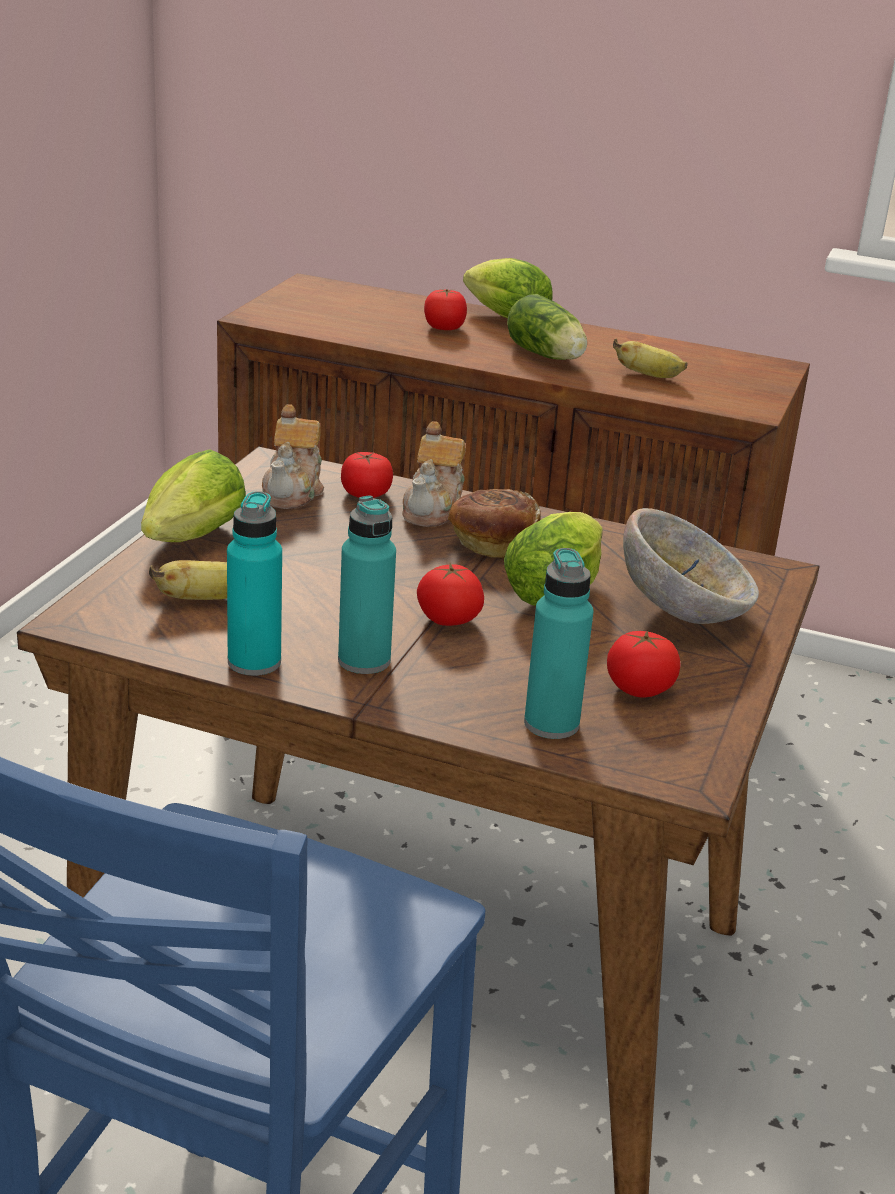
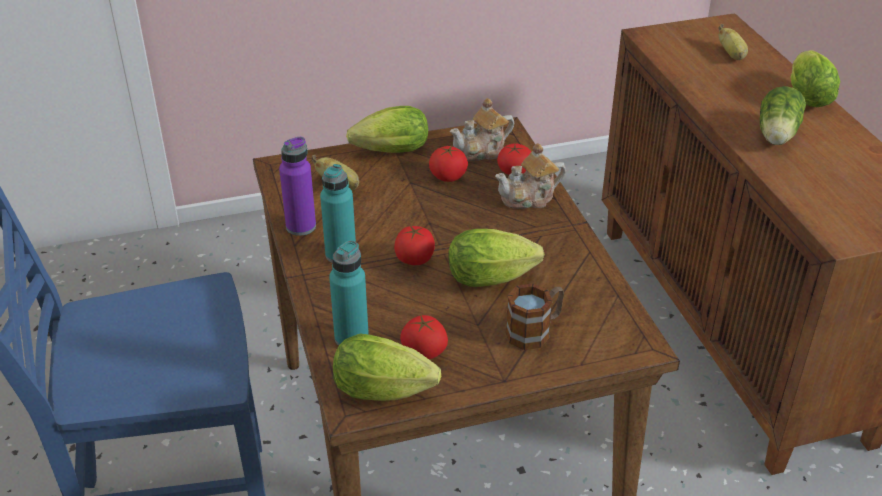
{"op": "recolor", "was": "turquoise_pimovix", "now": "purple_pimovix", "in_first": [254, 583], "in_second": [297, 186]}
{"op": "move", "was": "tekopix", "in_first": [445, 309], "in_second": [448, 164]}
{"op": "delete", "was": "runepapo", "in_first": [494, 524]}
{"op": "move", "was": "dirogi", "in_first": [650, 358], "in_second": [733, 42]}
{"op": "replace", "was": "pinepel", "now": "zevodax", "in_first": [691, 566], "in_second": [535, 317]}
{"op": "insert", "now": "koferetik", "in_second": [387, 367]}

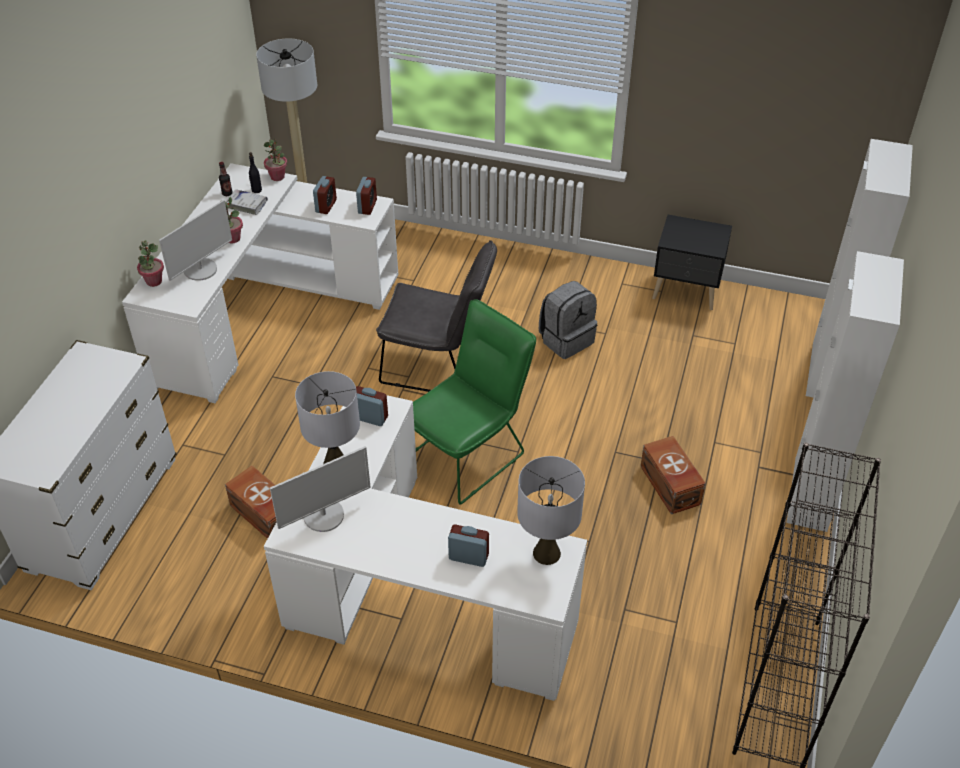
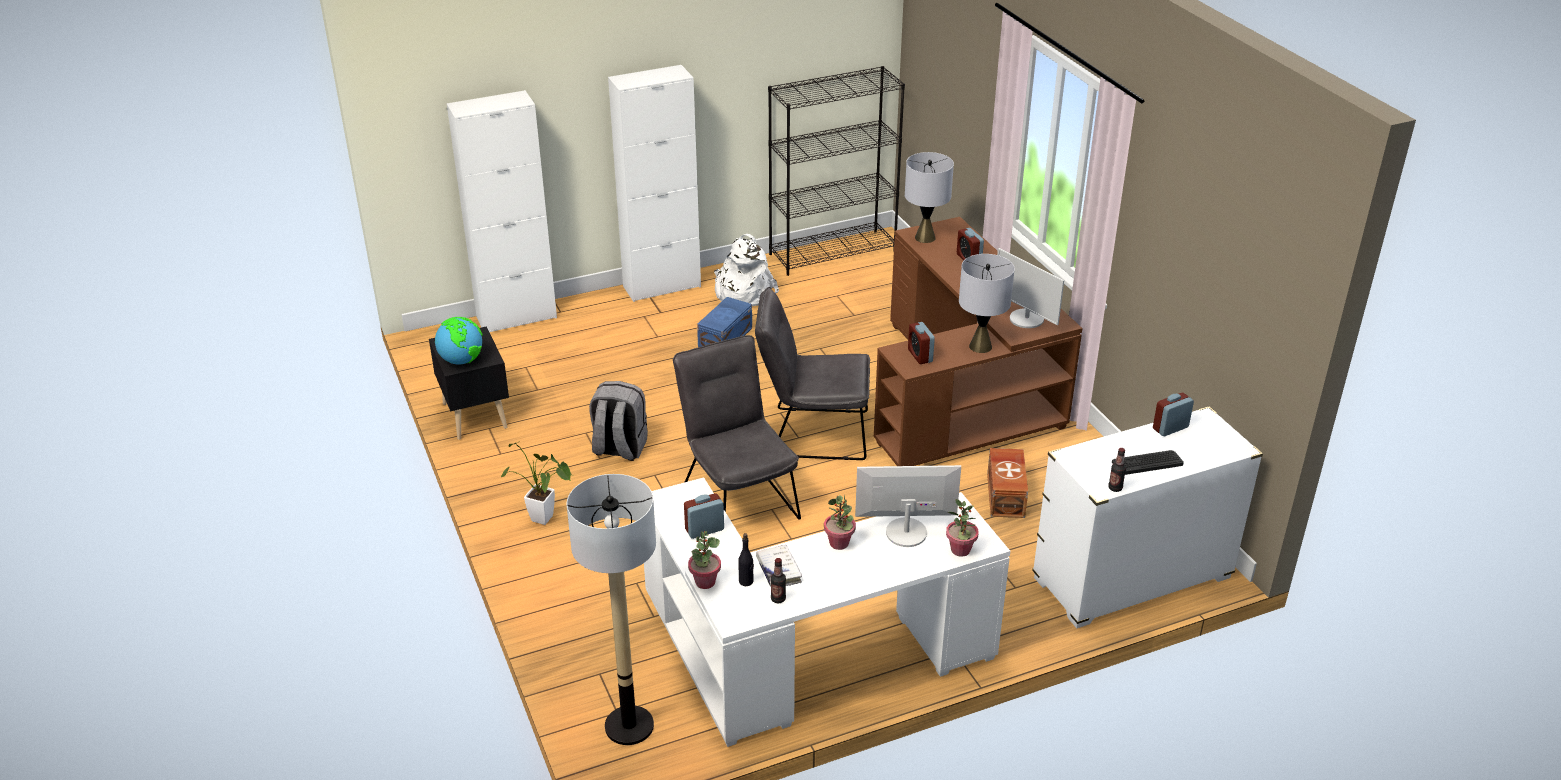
{"op": "recolor", "was": "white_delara", "now": "brown_delara", "in_first": [425, 548], "in_second": [978, 341]}
{"op": "rotate", "was": "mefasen", "in_first": [320, 489], "in_second": [1030, 288], "clockwise": -150}
{"op": "move", "was": "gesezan", "in_first": [366, 196], "in_second": [1173, 414]}
{"op": "recolor", "was": "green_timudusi", "now": "grey_timudusi", "in_first": [474, 401], "in_second": [812, 373]}
{"op": "recolor", "was": "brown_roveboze", "now": "blue_roveboze", "in_first": [673, 475], "in_second": [724, 322]}
{"op": "insert", "now": "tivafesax", "in_second": [459, 340]}
{"op": "insert", "now": "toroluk", "in_second": [537, 483]}
{"op": "insert", "now": "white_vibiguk", "in_second": [746, 270]}
{"op": "insert", "now": "pimovix", "in_second": [1117, 470]}
{"op": "insert", "now": "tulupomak", "in_second": [1148, 462]}

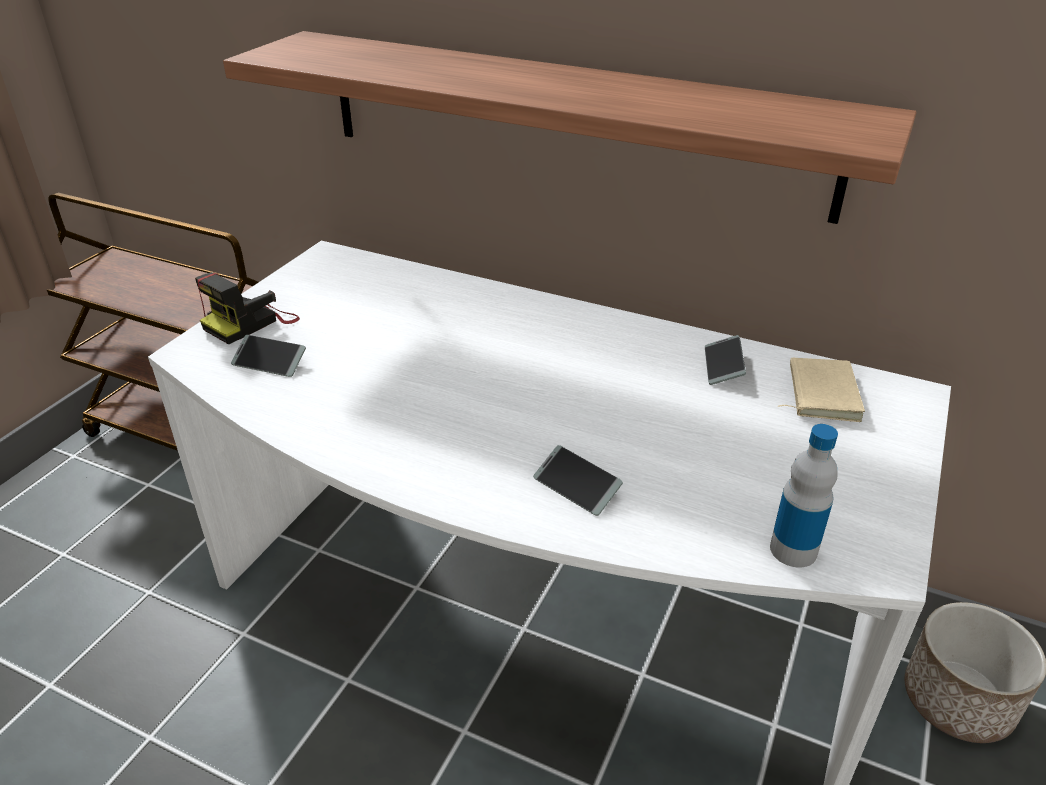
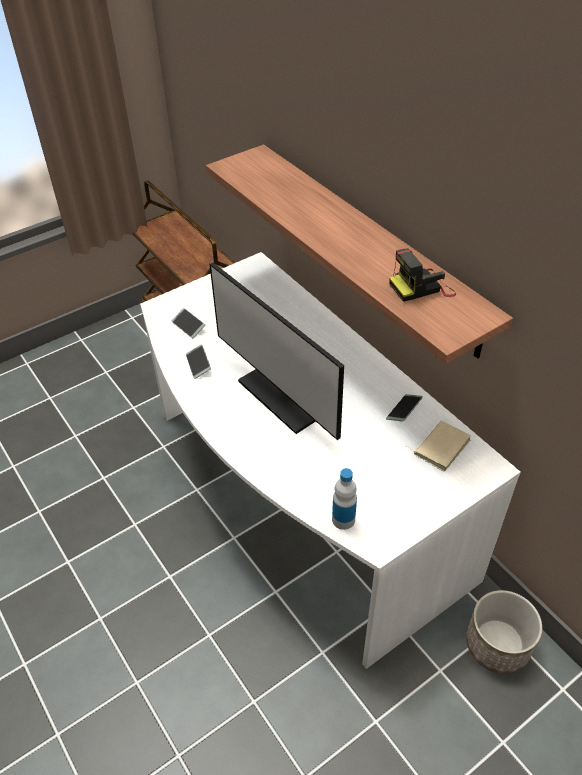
{"op": "move", "was": "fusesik", "in_first": [247, 308], "in_second": [422, 275]}
{"op": "move", "was": "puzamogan", "in_first": [578, 480], "in_second": [198, 361]}
{"op": "insert", "now": "mefasen", "in_second": [277, 351]}

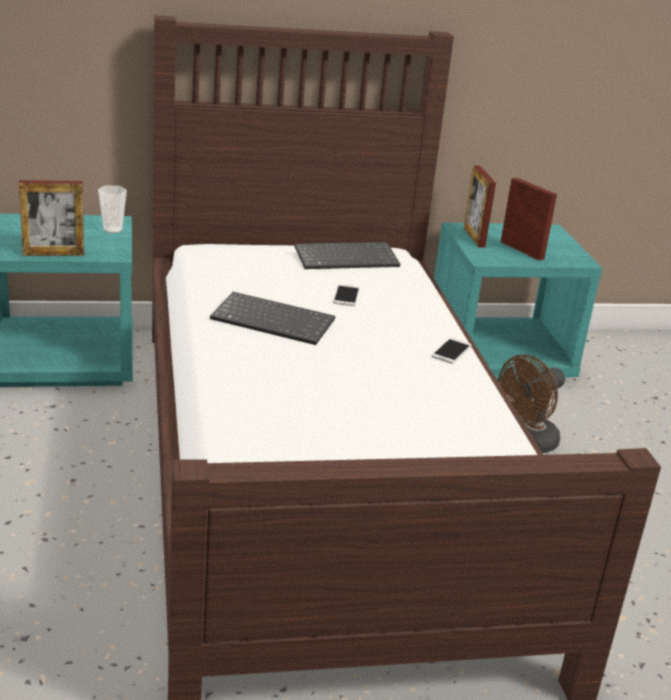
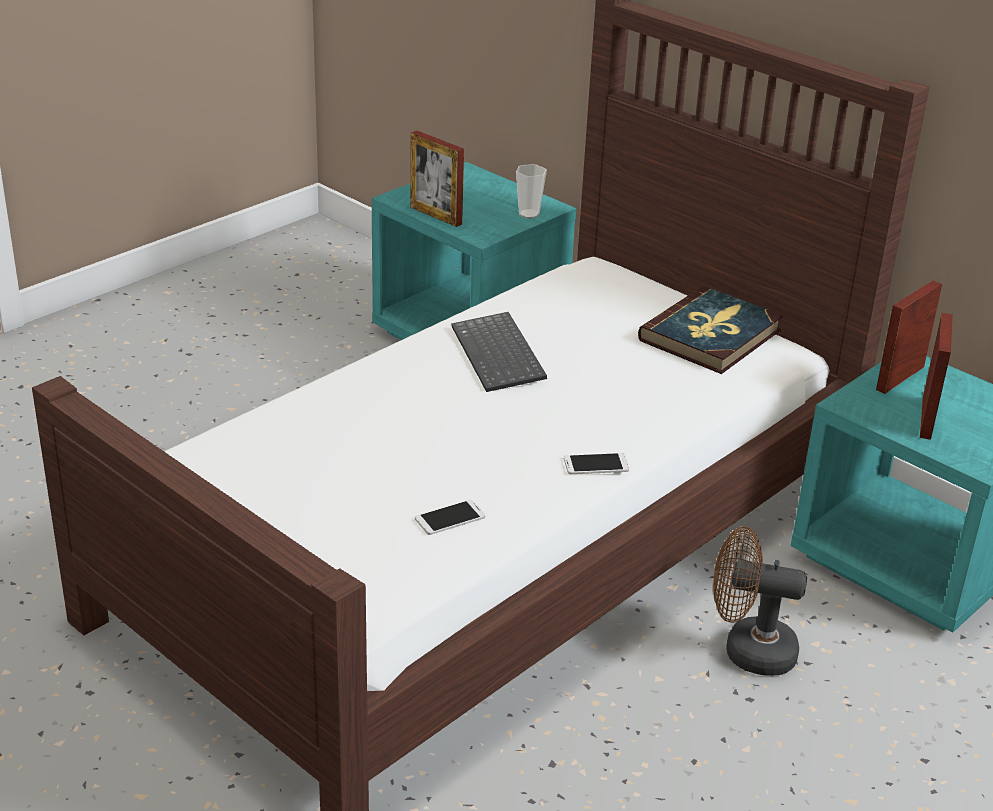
{"op": "replace", "was": "tulupomak", "now": "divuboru", "in_first": [347, 255], "in_second": [710, 330]}
{"op": "move", "was": "puzamogan", "in_first": [346, 295], "in_second": [450, 517]}

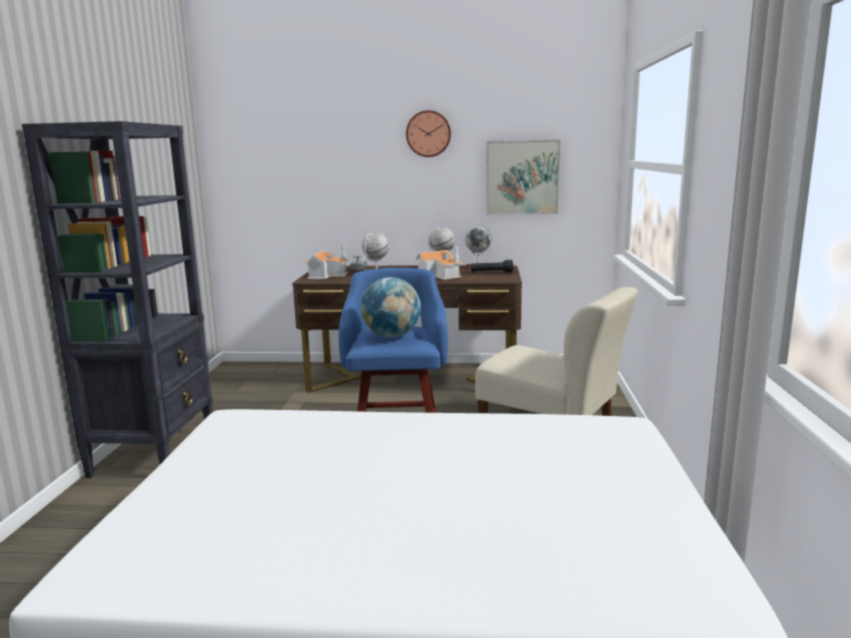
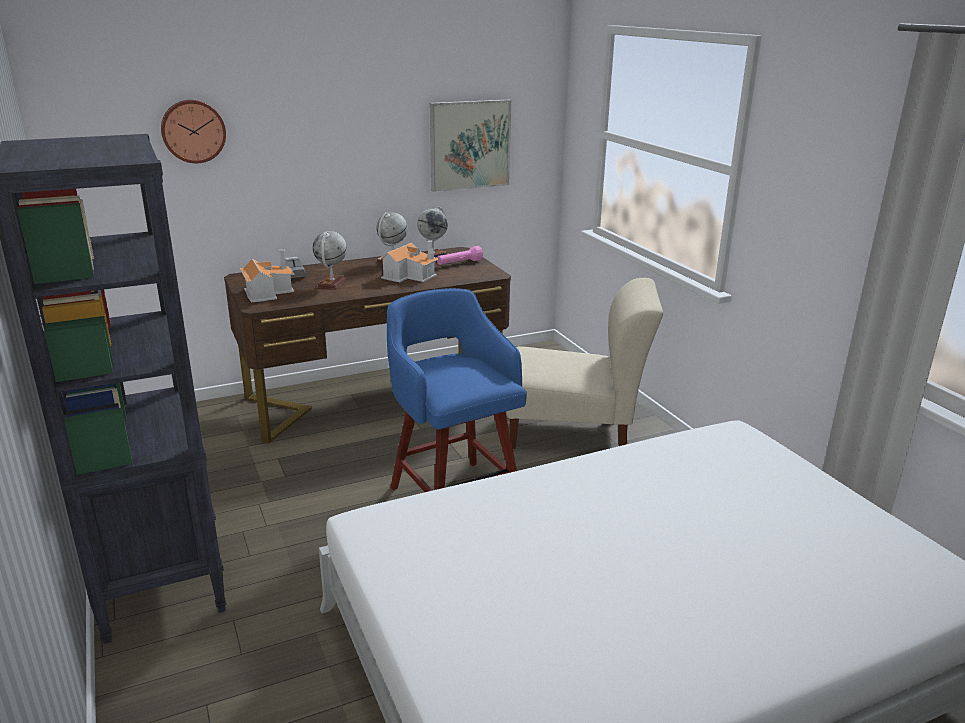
{"op": "delete", "was": "tivafesax", "in_first": [390, 307]}
{"op": "move", "was": "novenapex", "in_first": [428, 133], "in_second": [193, 131]}
{"op": "recolor", "was": "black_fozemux", "now": "pink_fozemux", "in_first": [492, 266], "in_second": [460, 255]}

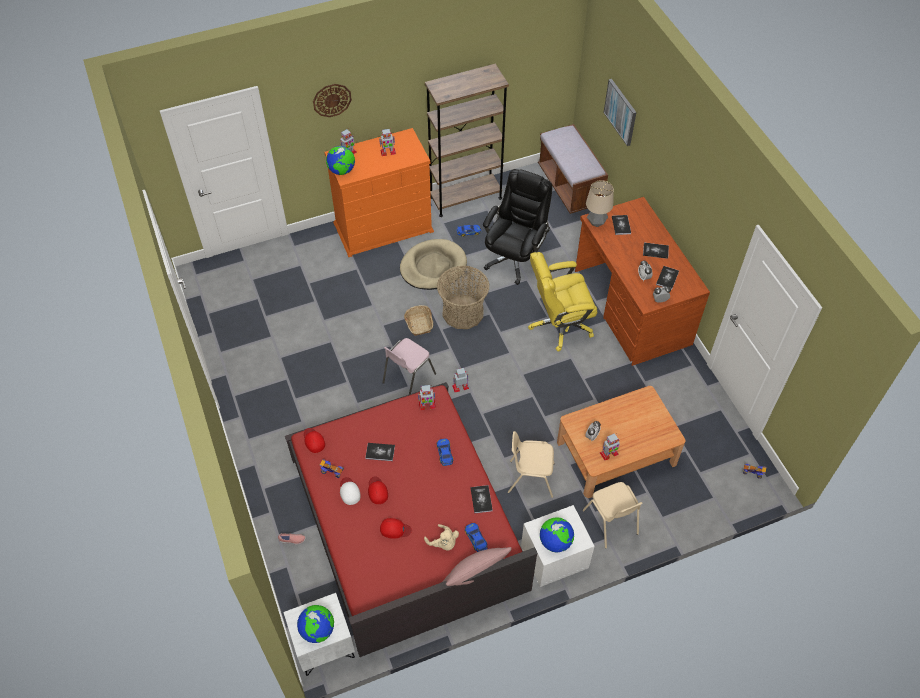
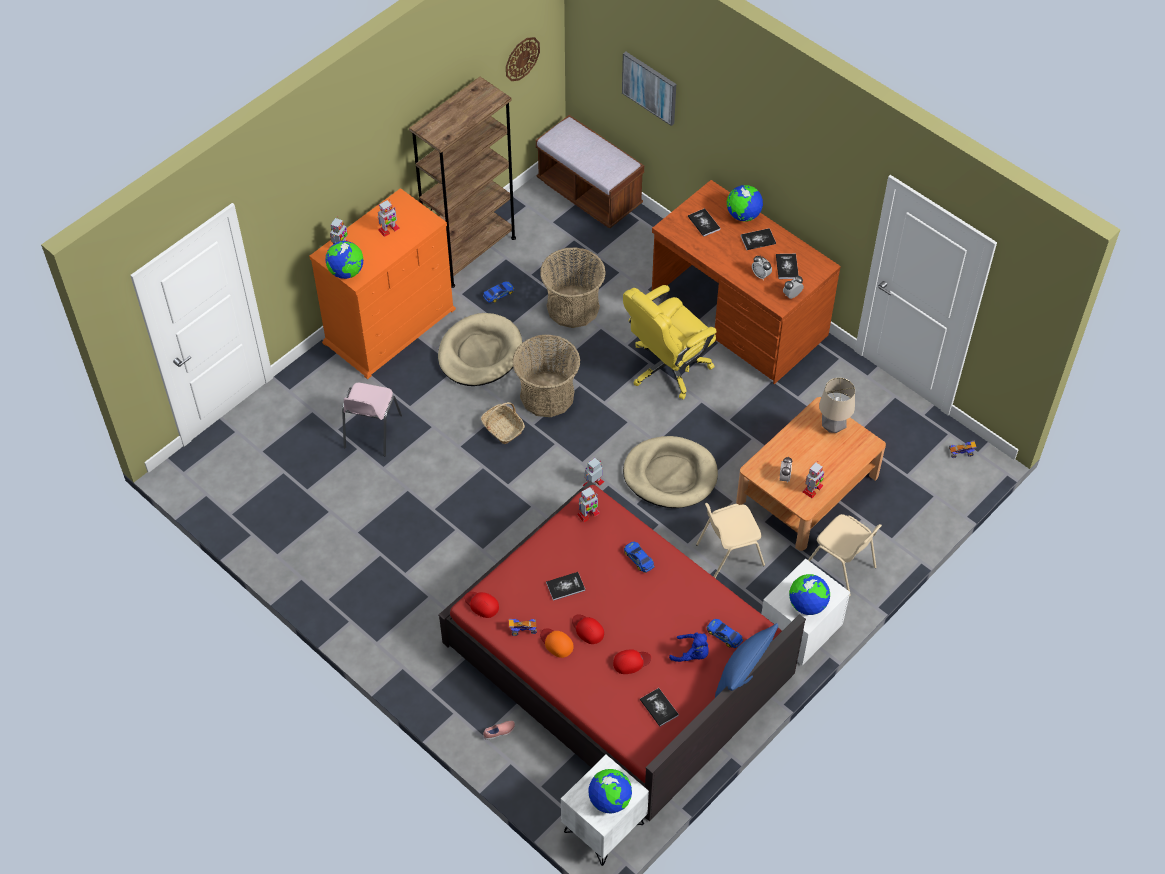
{"op": "move", "was": "novenapex", "in_first": [332, 100], "in_second": [523, 59]}
{"op": "recolor", "was": "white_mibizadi", "now": "orange_mibizadi", "in_first": [350, 491], "in_second": [556, 643]}
{"op": "move", "was": "pink_timudusi", "in_first": [409, 366], "in_second": [372, 419]}
{"op": "recolor", "was": "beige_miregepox", "now": "blue_miregepox", "in_first": [441, 537], "in_second": [689, 647]}
{"op": "recolor", "was": "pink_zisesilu", "now": "blue_zisesilu", "in_first": [477, 566], "in_second": [746, 660]}
{"op": "move", "was": "divuboru", "in_first": [481, 499], "in_second": [659, 707]}
{"op": "replace", "was": "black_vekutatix", "now": "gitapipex", "in_first": [517, 227], "in_second": [573, 287]}
{"op": "move", "was": "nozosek", "in_first": [600, 203], "in_second": [837, 405]}
{"op": "insert", "now": "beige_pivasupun", "in_second": [670, 472]}
{"op": "insert", "now": "tivafesax", "in_second": [745, 203]}

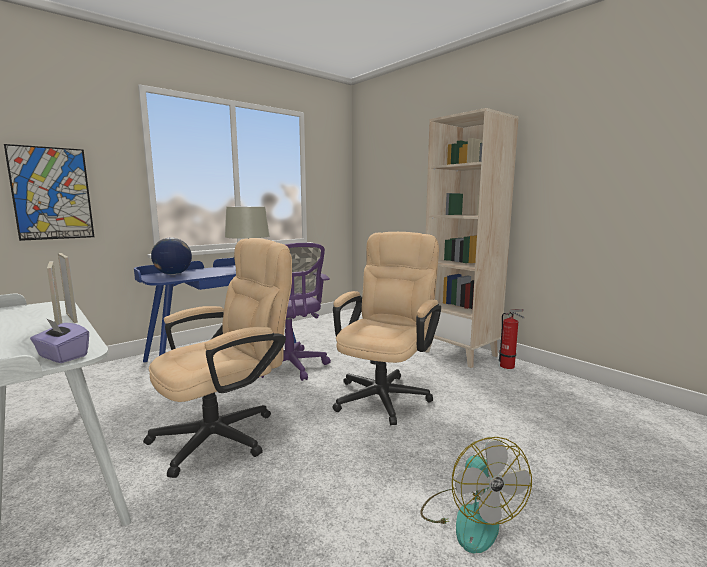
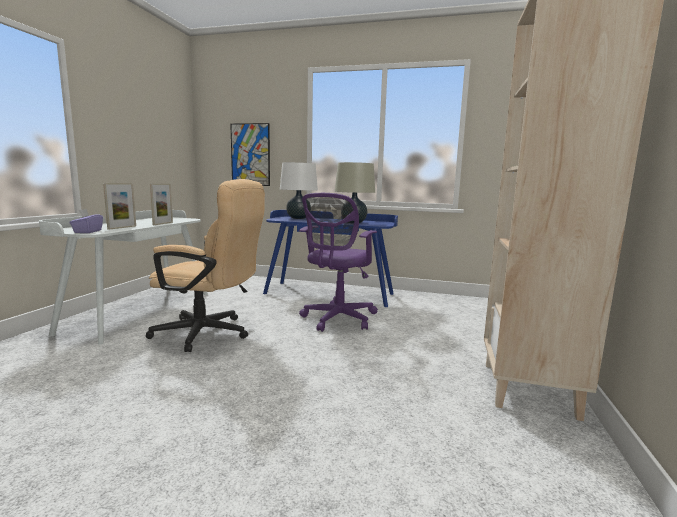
{"op": "replace", "was": "tivafesax", "now": "white_nozosek", "in_first": [171, 256], "in_second": [299, 190]}
{"op": "delete", "was": "beige_vekutatix", "in_first": [387, 328]}
{"op": "delete", "was": "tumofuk", "in_first": [476, 495]}
{"op": "delete", "was": "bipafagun", "in_first": [511, 339]}

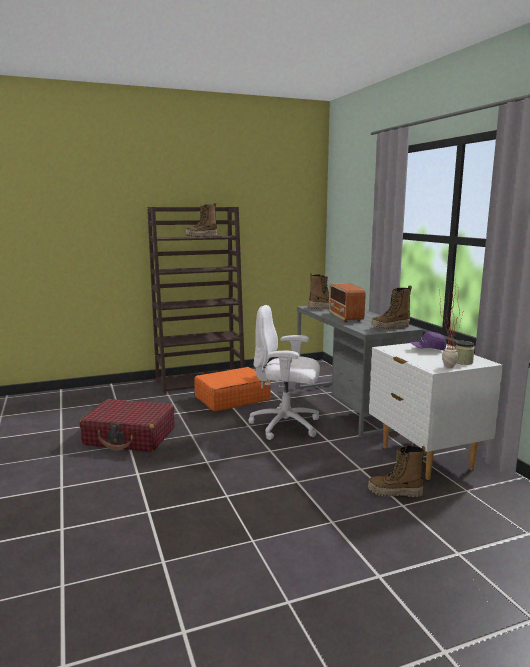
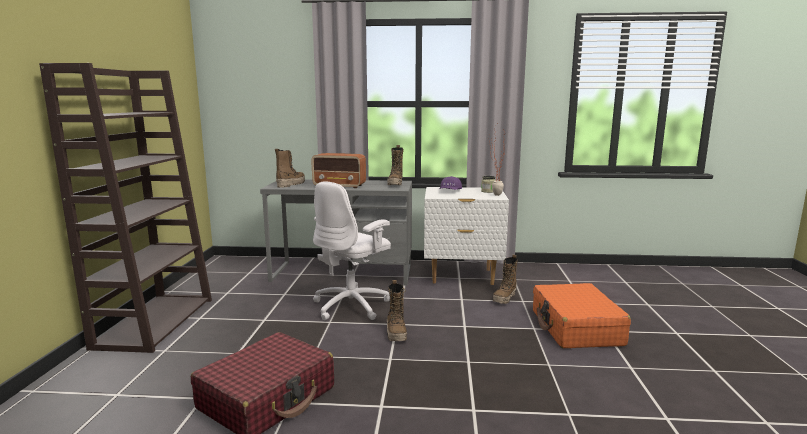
{"op": "move", "was": "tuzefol", "in_first": [201, 220], "in_second": [396, 310]}
{"op": "move", "was": "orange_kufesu", "in_first": [232, 389], "in_second": [582, 315]}

